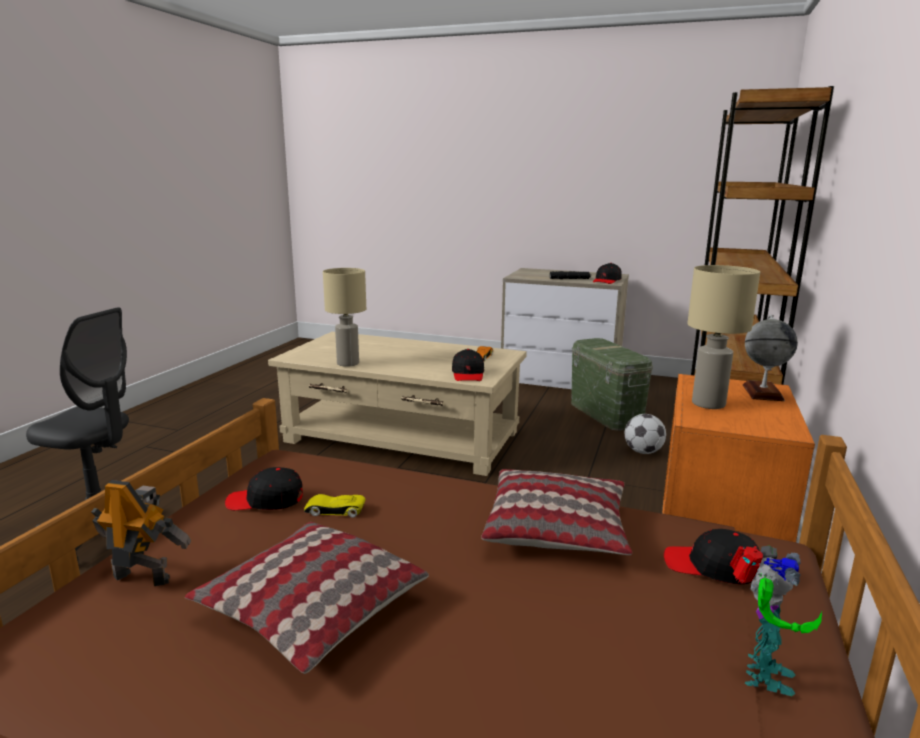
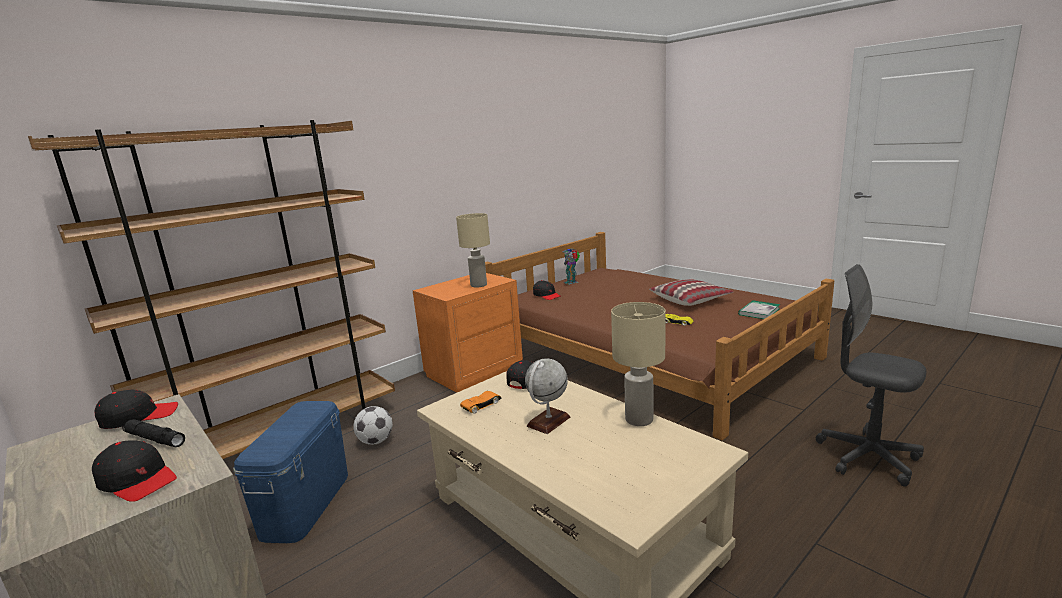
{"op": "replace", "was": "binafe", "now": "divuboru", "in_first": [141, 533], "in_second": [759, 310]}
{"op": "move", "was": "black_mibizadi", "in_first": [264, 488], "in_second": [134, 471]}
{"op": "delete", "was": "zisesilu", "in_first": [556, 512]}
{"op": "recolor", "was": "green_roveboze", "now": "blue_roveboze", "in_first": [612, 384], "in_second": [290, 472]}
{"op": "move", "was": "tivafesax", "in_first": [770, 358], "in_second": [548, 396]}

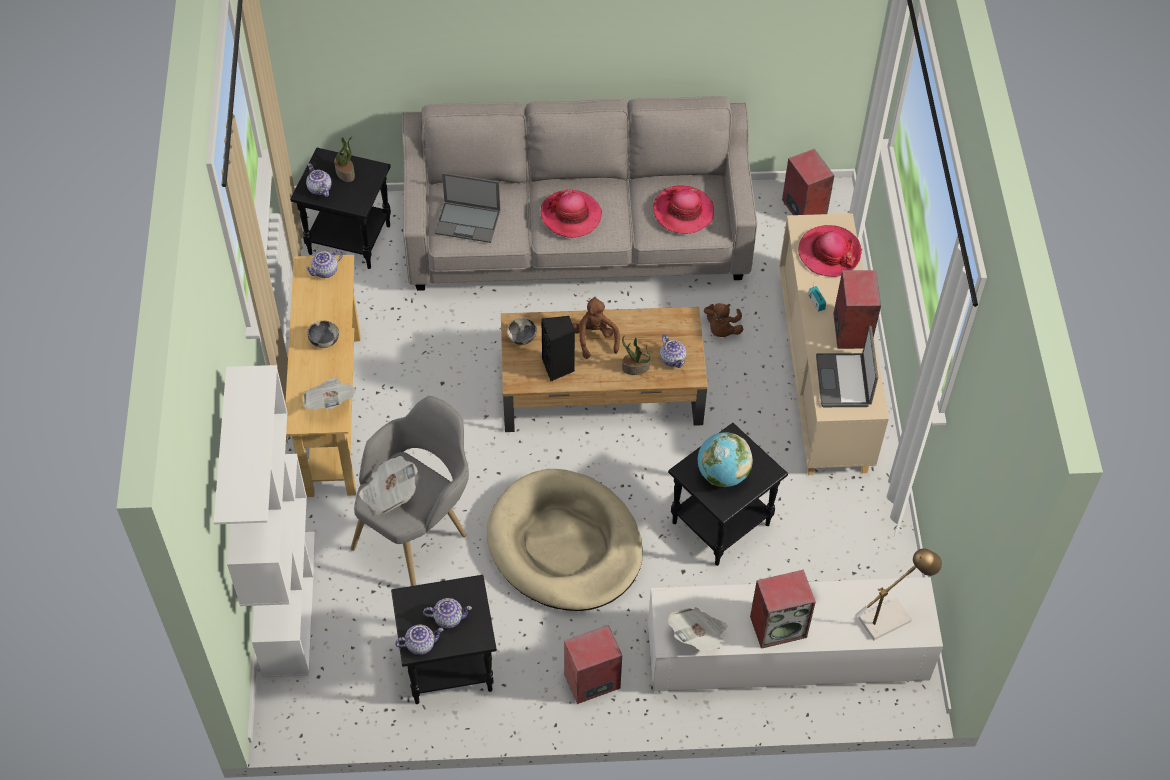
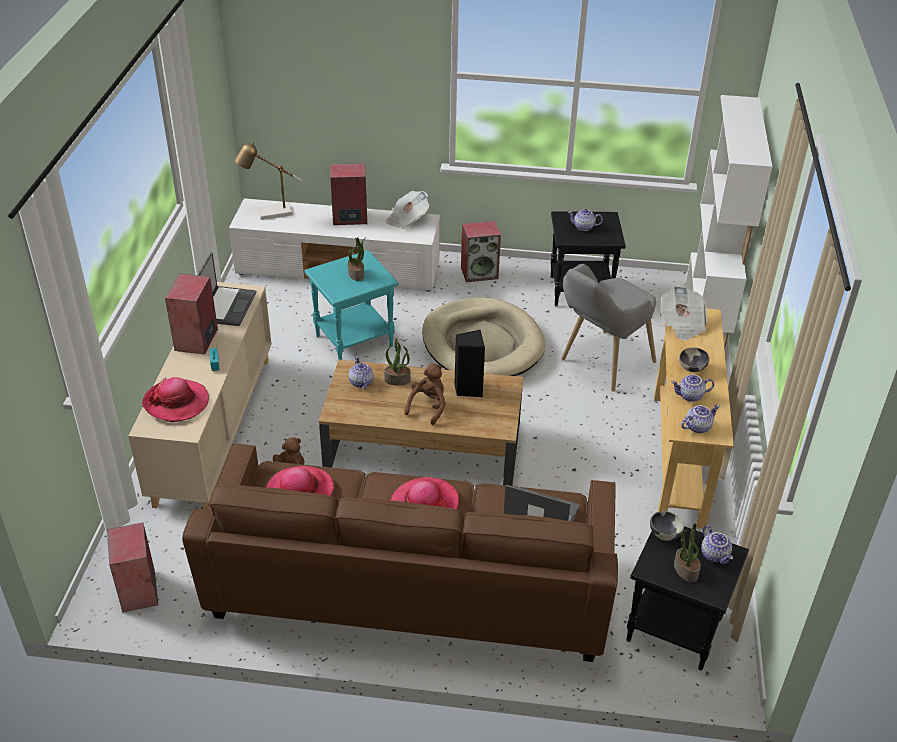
{"op": "delete", "was": "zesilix", "in_first": [388, 485]}
{"op": "move", "was": "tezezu", "in_first": [419, 640], "in_second": [692, 388]}
{"op": "recolor", "was": "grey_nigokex", "now": "brown_nigokex", "in_first": [579, 193], "in_second": [400, 552]}
{"op": "move", "was": "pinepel", "in_first": [522, 331], "in_second": [667, 526]}
{"op": "rotate", "was": "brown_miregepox", "in_first": [596, 328], "in_second": [425, 394], "clockwise": -150}
{"op": "recolor", "was": "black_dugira", "now": "turquoise_dugira", "in_first": [728, 494], "in_second": [351, 305]}
{"op": "replace", "was": "tivafesax", "now": "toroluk", "in_first": [725, 459], "in_second": [356, 259]}

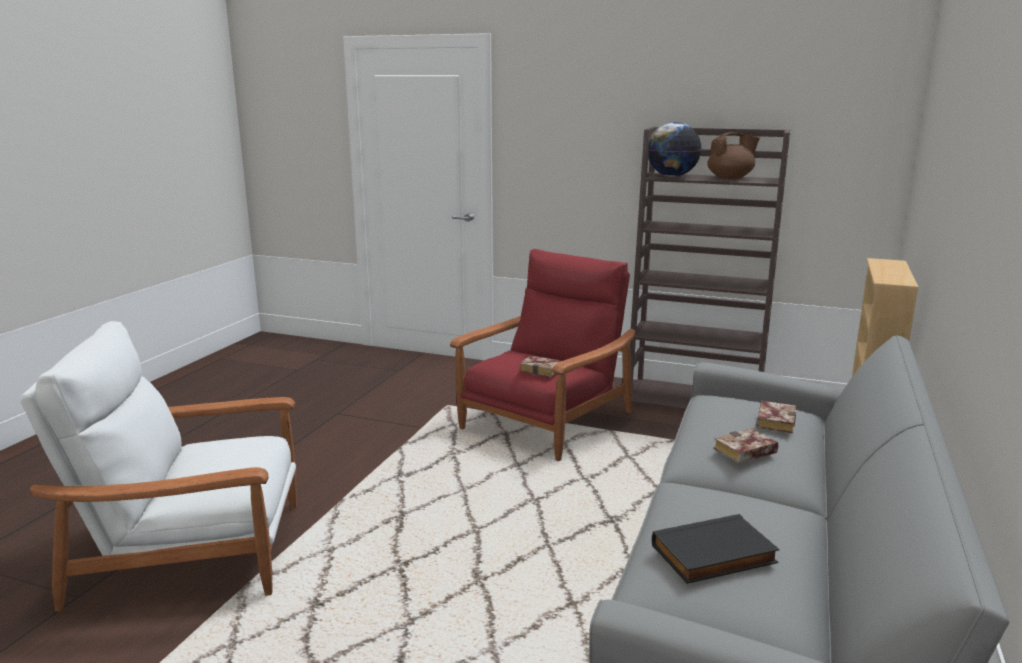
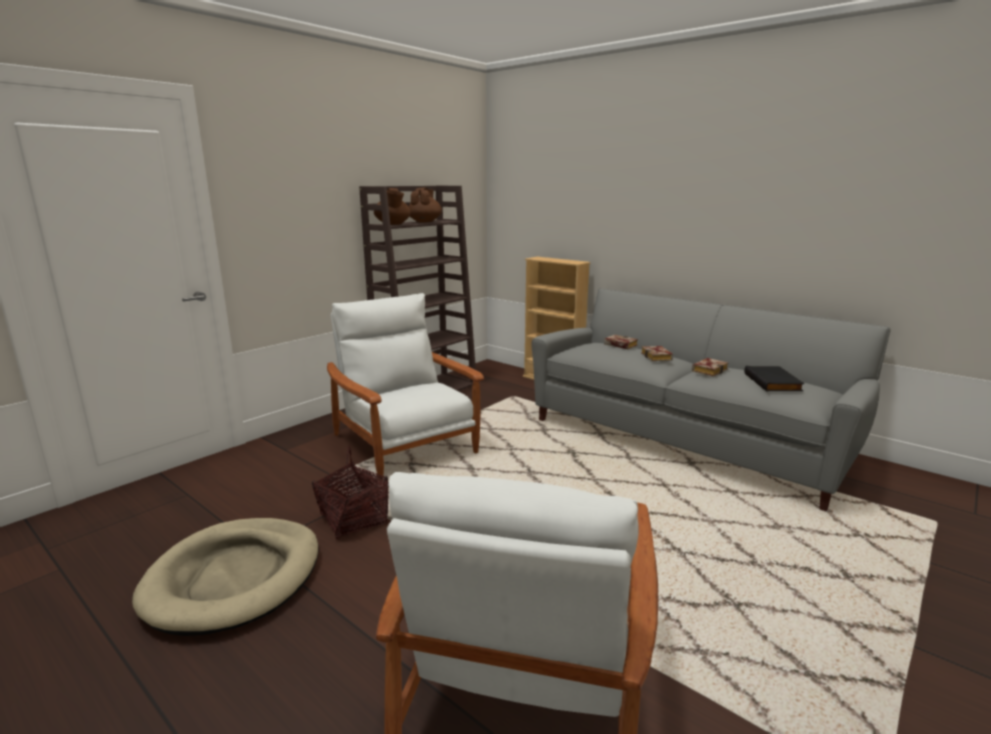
{"op": "recolor", "was": "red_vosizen", "now": "white_vosizen", "in_first": [543, 355], "in_second": [405, 386]}
{"op": "move", "was": "divuboru", "in_first": [540, 366], "in_second": [710, 367]}
{"op": "replace", "was": "tivafesax", "now": "brown_tezezu", "in_first": [675, 149], "in_second": [392, 206]}
{"op": "insert", "now": "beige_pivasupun", "in_second": [225, 577]}
{"op": "insert", "now": "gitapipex", "in_second": [350, 492]}

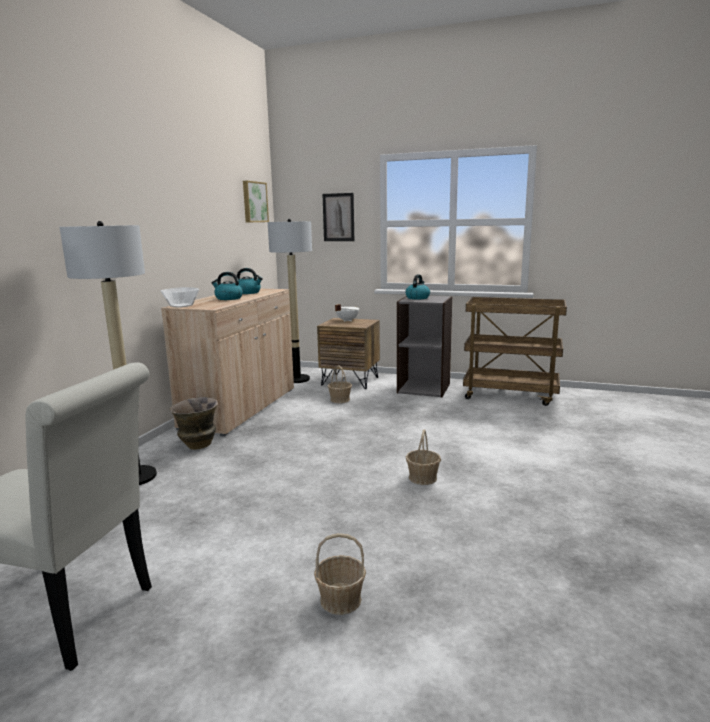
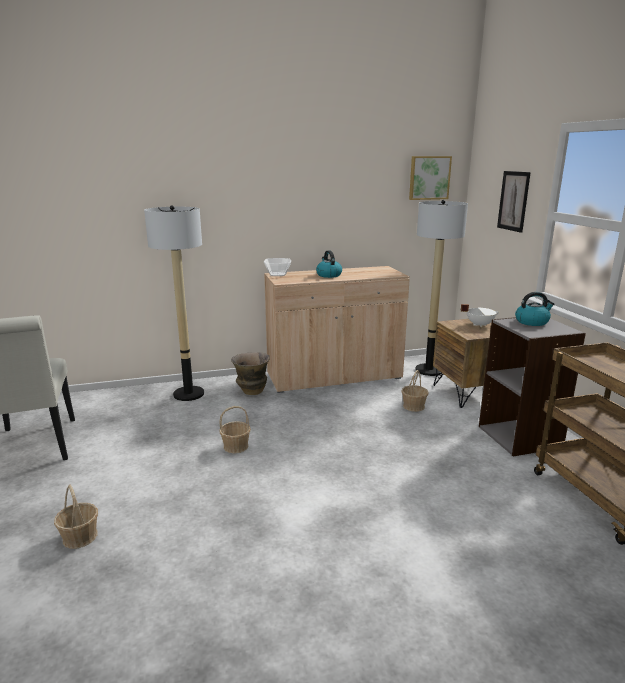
{"op": "delete", "was": "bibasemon", "in_first": [250, 281]}
{"op": "move", "was": "gitapipex", "in_first": [423, 457], "in_second": [235, 429]}

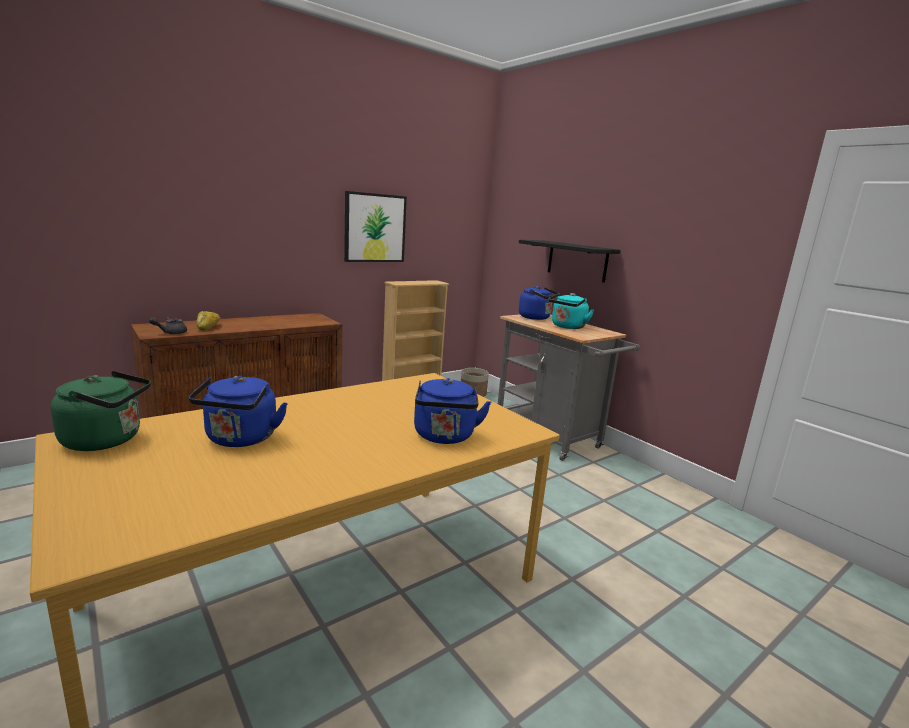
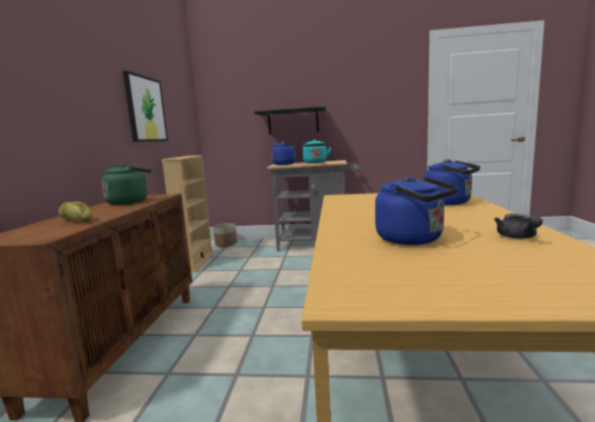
{"op": "move", "was": "green_bibasemon", "in_first": [101, 411], "in_second": [126, 184]}
{"op": "move", "was": "grey_tezezu", "in_first": [168, 325], "in_second": [518, 226]}

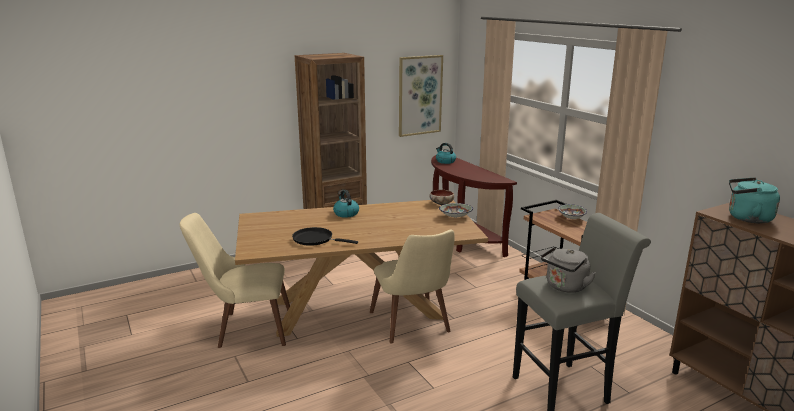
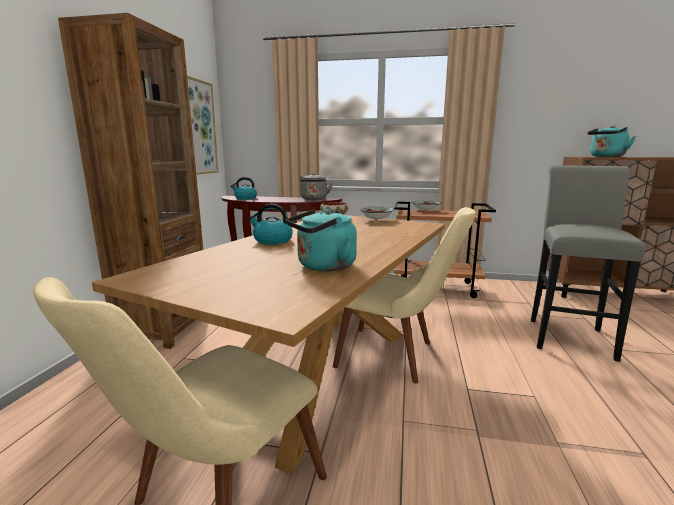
{"op": "replace", "was": "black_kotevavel", "now": "turquoise_bibasemon", "in_first": [325, 236], "in_second": [321, 240]}
{"op": "move", "was": "grey_bibasemon", "in_first": [568, 269], "in_second": [316, 186]}

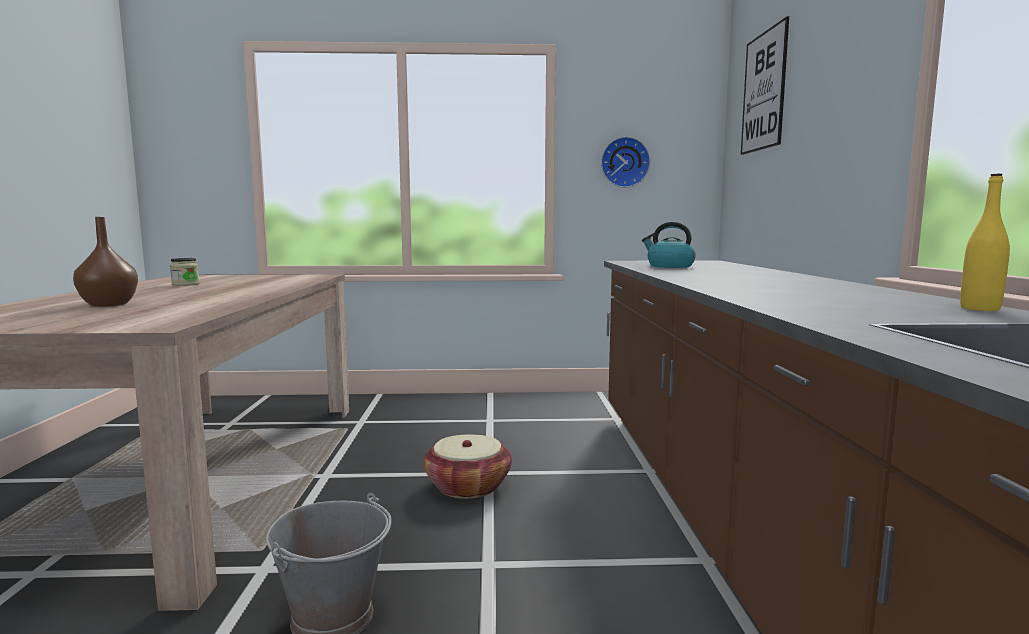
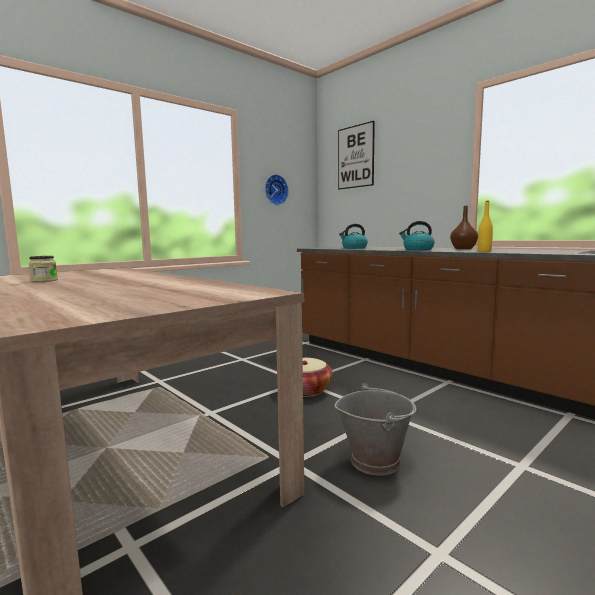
{"op": "move", "was": "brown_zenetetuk", "in_first": [105, 262], "in_second": [464, 227]}
{"op": "move", "was": "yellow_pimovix", "in_first": [985, 242], "in_second": [485, 226]}
{"op": "insert", "now": "bibasemon", "in_second": [416, 235]}

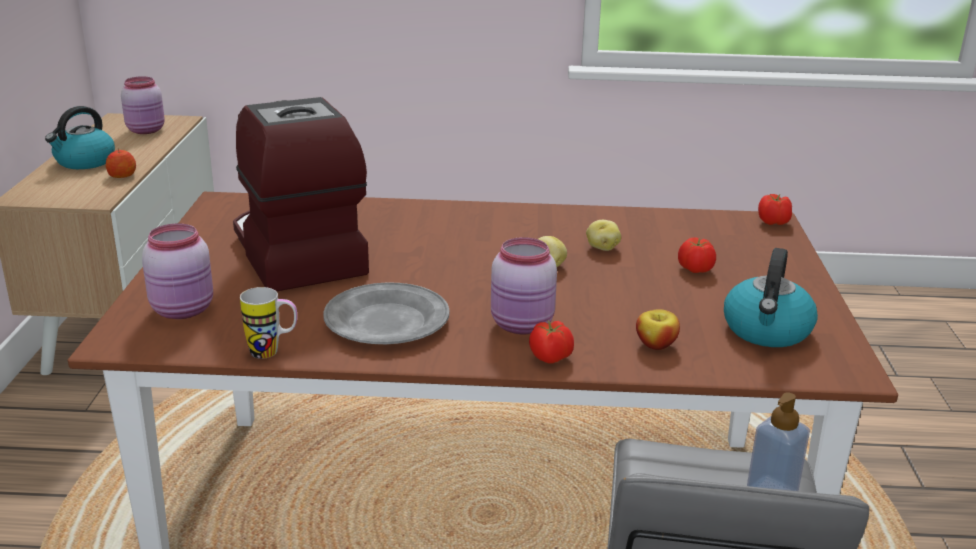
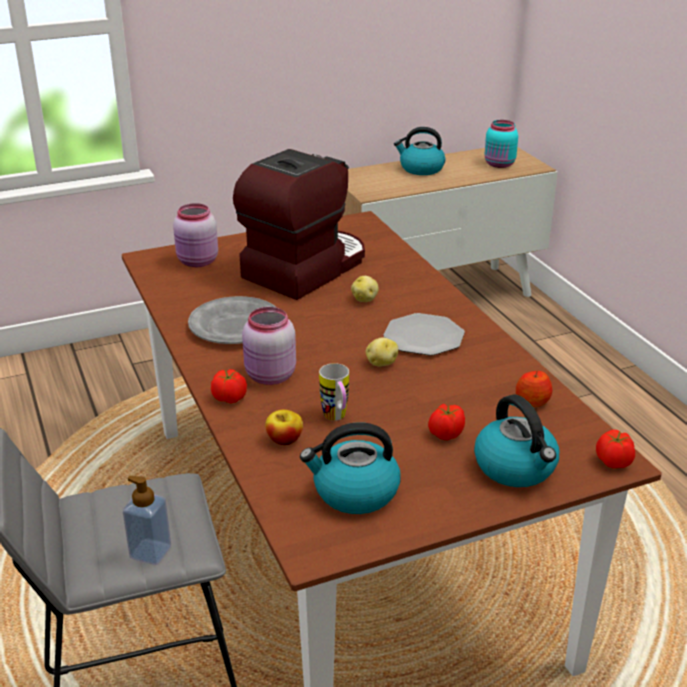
{"op": "move", "was": "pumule", "in_first": [121, 163], "in_second": [534, 389]}
{"op": "recolor", "was": "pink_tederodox", "now": "turquoise_tederodox", "in_first": [143, 105], "in_second": [501, 144]}
{"op": "move", "was": "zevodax", "in_first": [268, 323], "in_second": [334, 392]}
{"op": "move", "was": "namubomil", "in_first": [603, 235], "in_second": [365, 289]}
{"op": "insert", "now": "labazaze", "in_second": [424, 334]}
{"op": "insert", "now": "bibasemon", "in_second": [516, 441]}

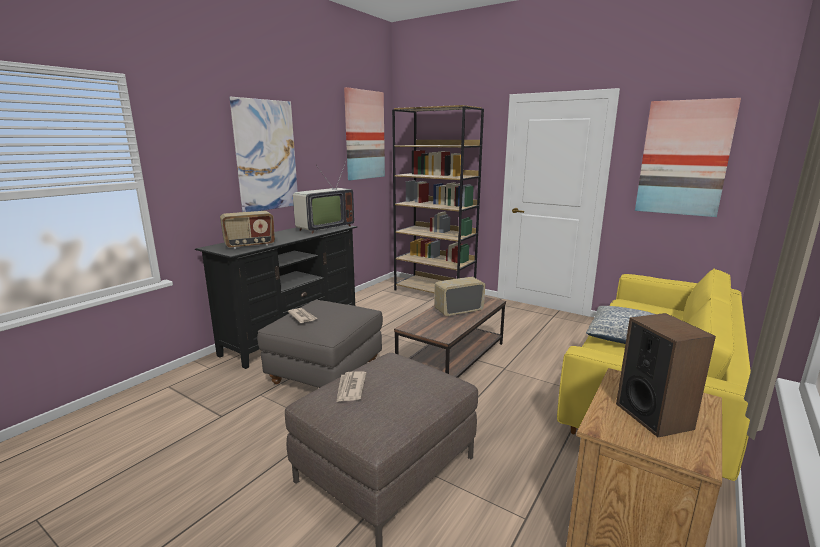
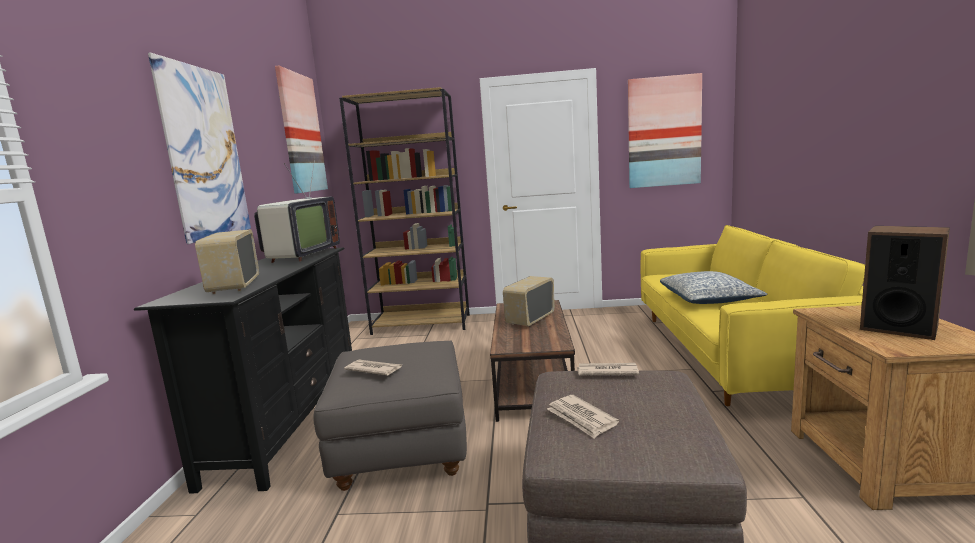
{"op": "rotate", "was": "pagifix", "in_first": [247, 230], "in_second": [227, 262], "clockwise": 135}
{"op": "insert", "now": "zesilix", "in_second": [608, 369]}

